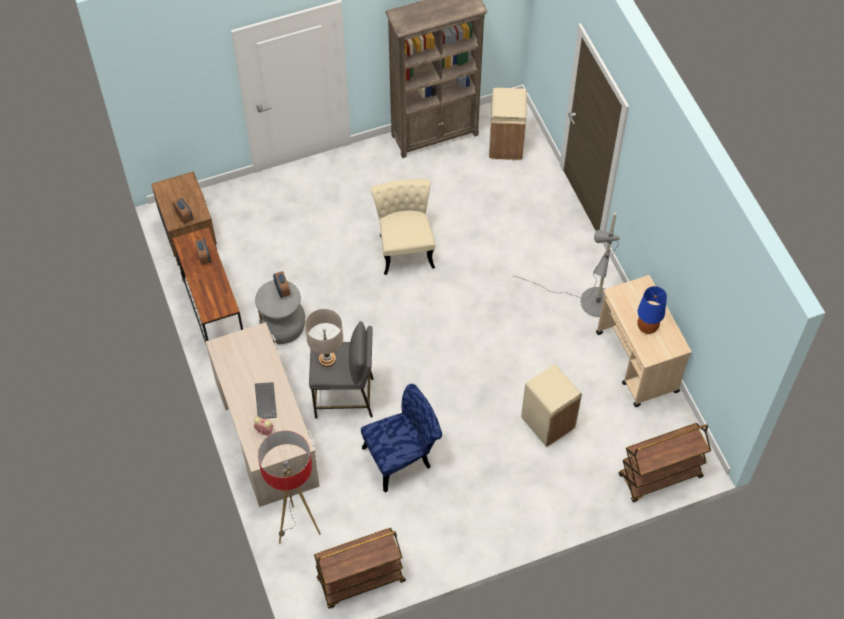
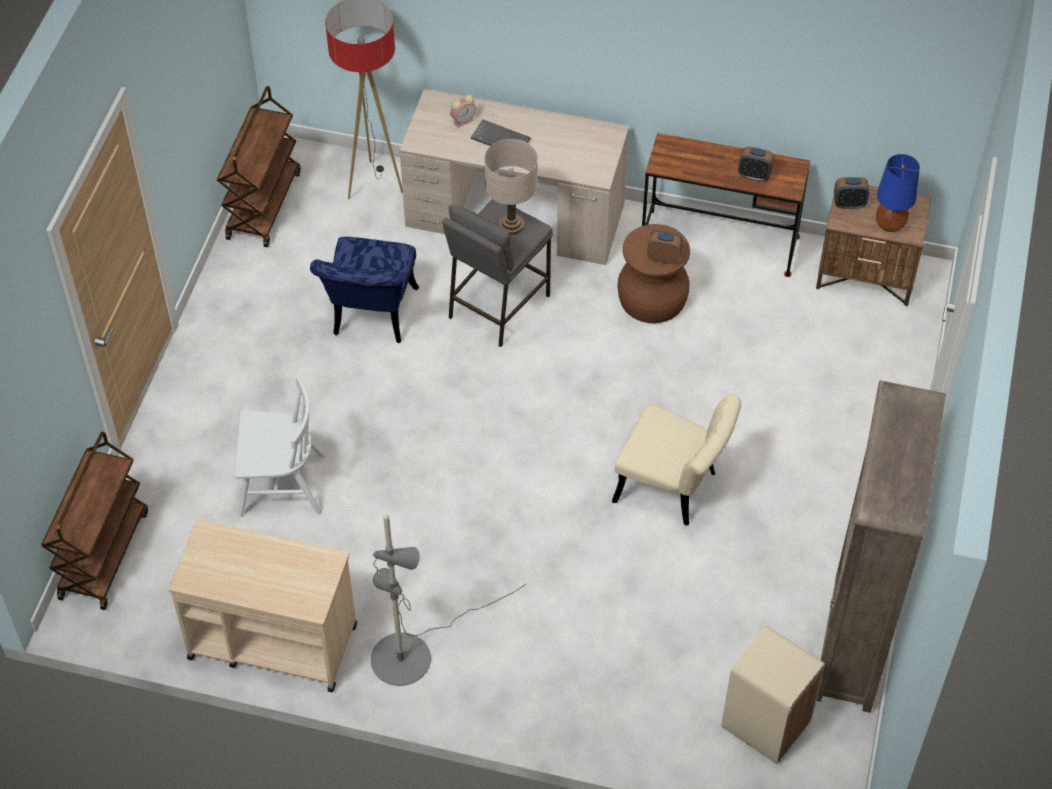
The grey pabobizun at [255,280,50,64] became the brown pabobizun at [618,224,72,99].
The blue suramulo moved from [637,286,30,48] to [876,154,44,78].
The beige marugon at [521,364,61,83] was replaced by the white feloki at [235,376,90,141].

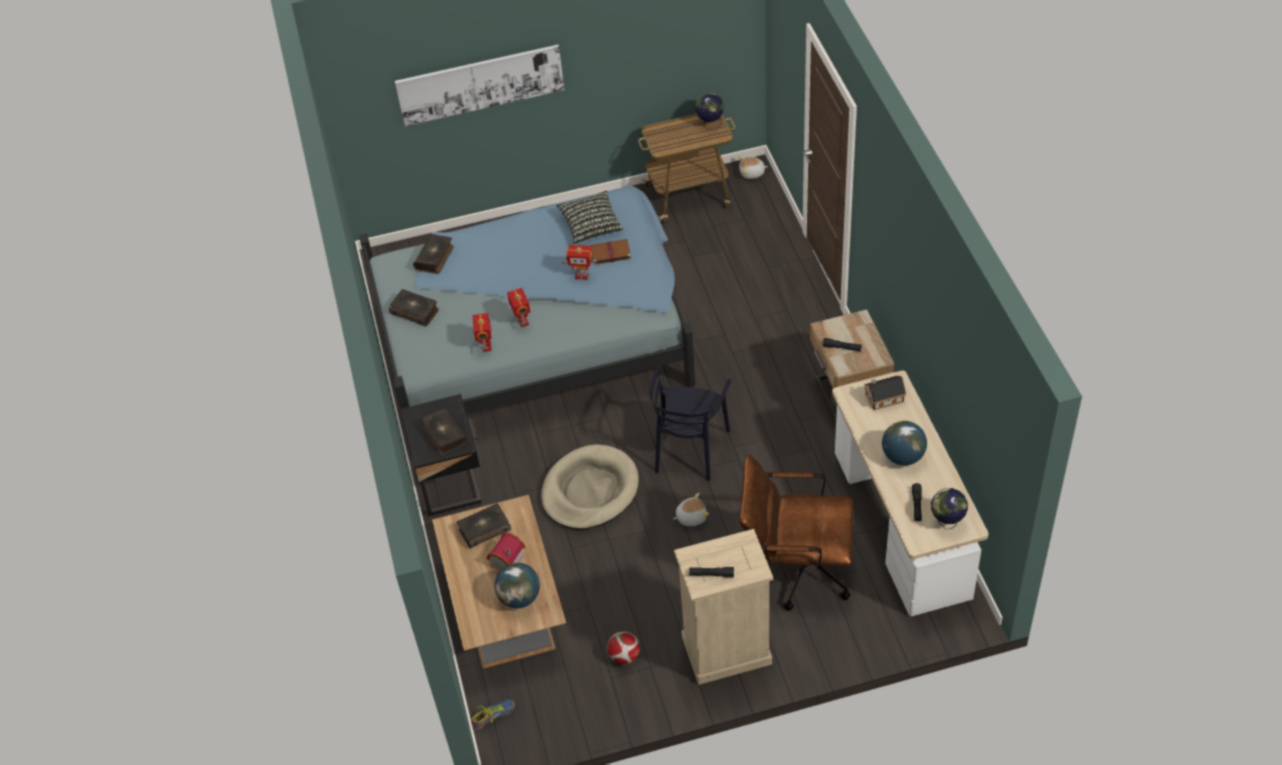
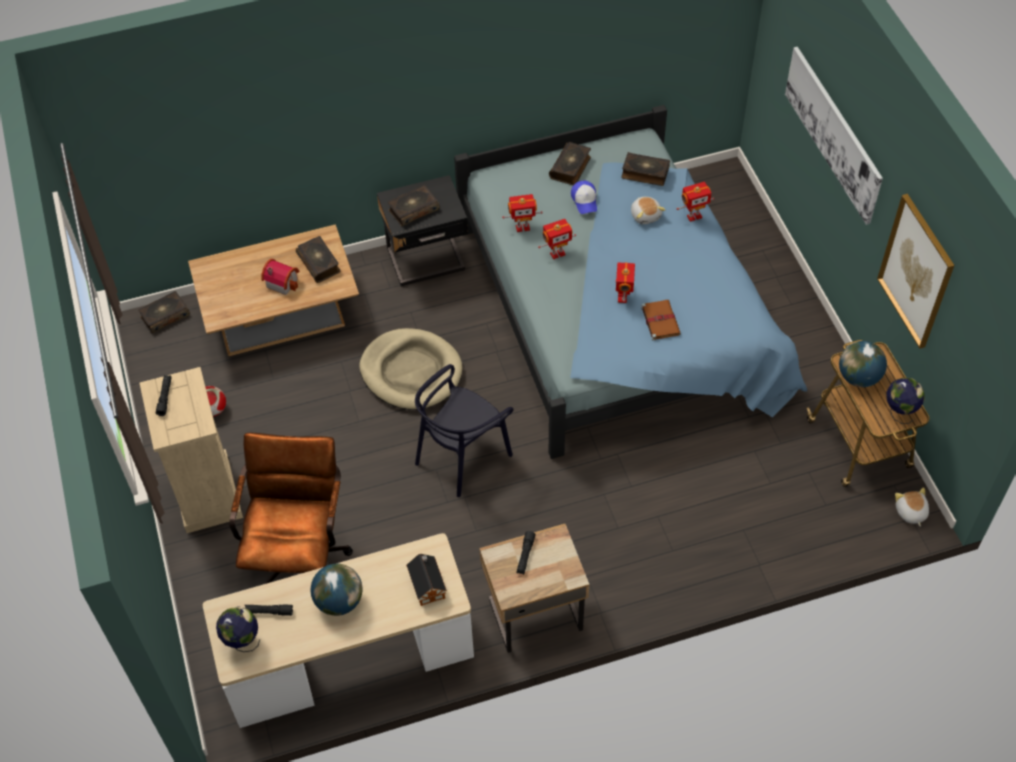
The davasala at [556,191,67,53] disappeared.
The black feloki at [649,369,82,112] turned 60 degrees counterclockwise.
The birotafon moved from [673,493,36,33] to [631,197,34,27].
The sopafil moved from [494,563,46,45] to [839,341,48,46].
The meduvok at [471,700,44,29] was replaced by the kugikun at [138,291,52,42].
The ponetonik at [571,181,26,33] appeared.
The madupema at [677,182,37,40] appeared.
The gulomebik at [877,194,77,155] appeared.

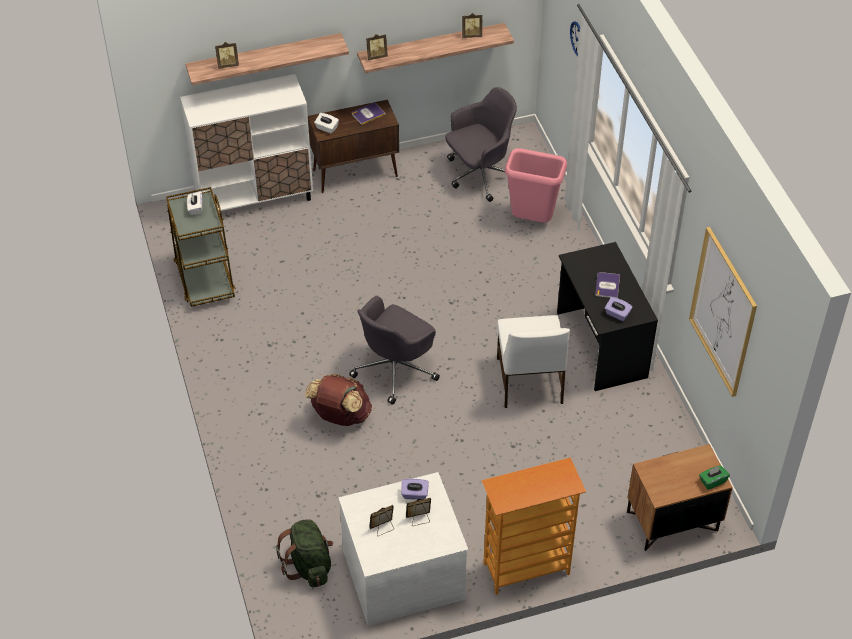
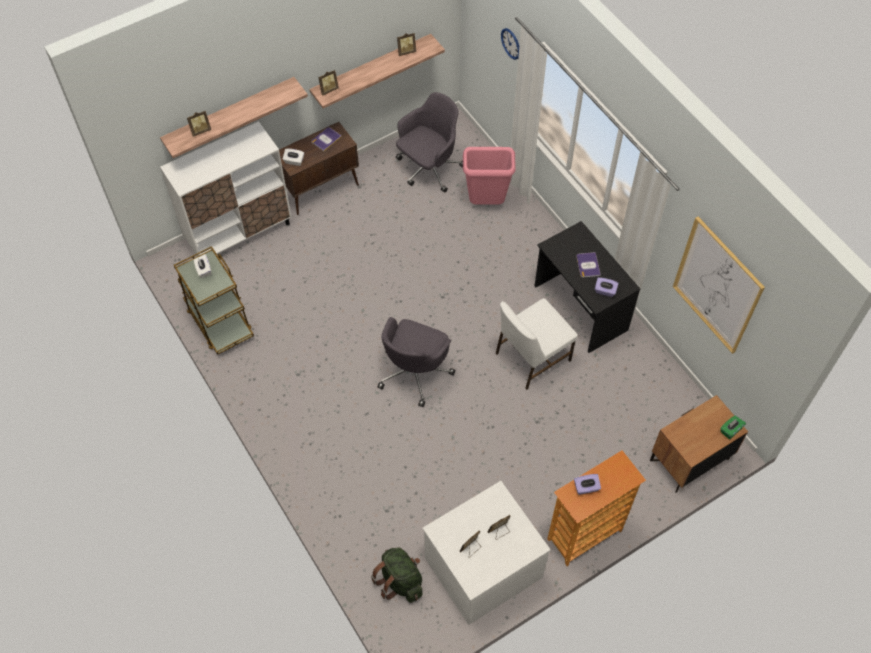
The white feloki at [497,315,73,93] turned 75 degrees clockwise.
The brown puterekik at [305,374,67,52] disappeared.
The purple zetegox moved from [401,479,28,21] to [574,474,27,21].

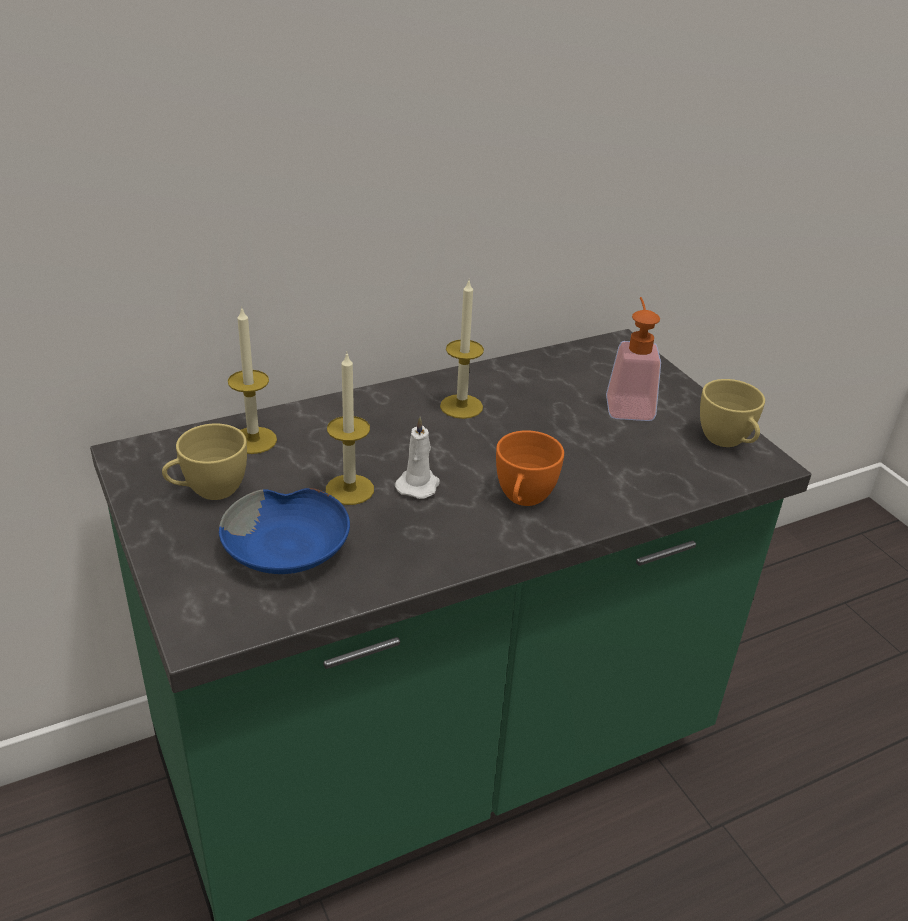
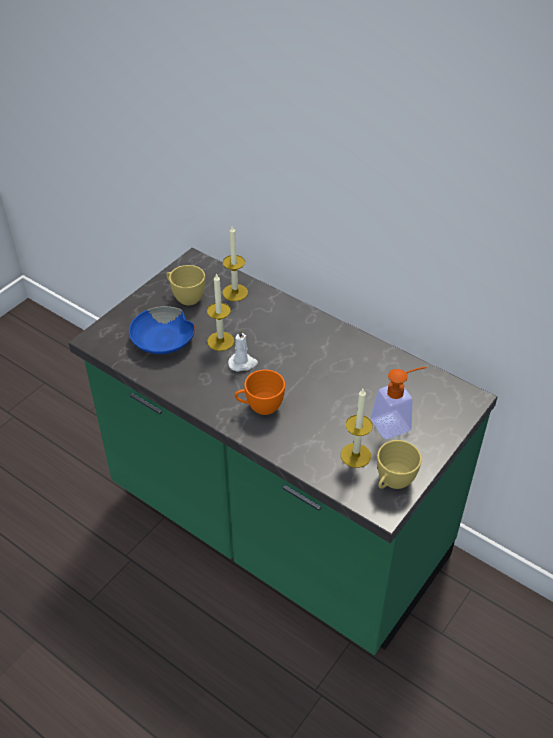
The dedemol moved from [440,281,44,138] to [341,389,32,79].

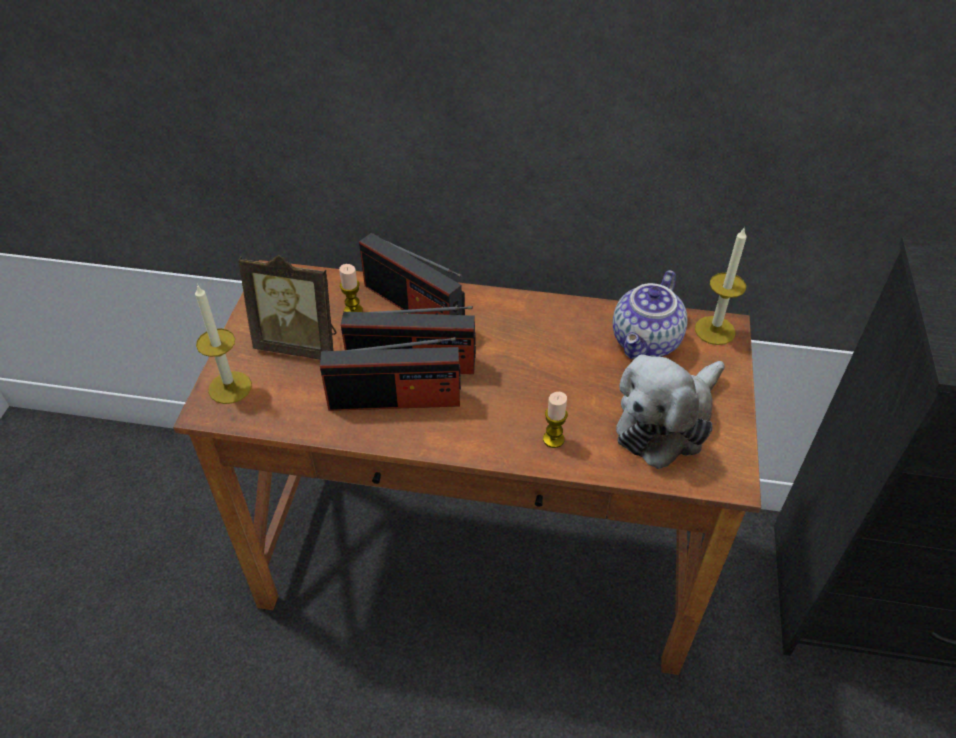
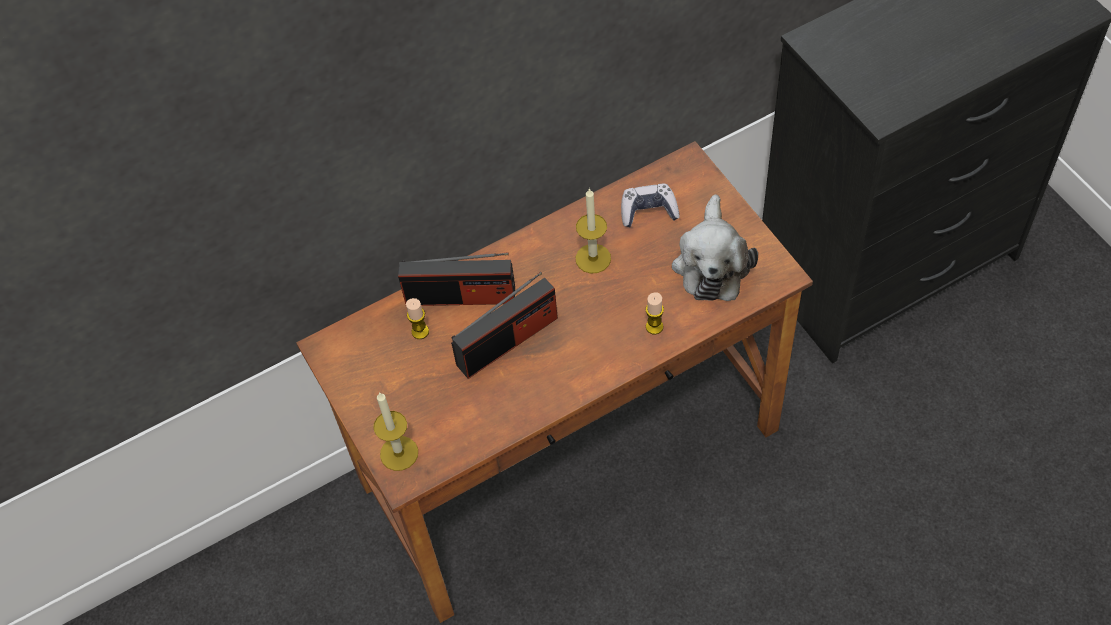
The dedemol moved from [695,227,52,118] to [576,188,35,86].
The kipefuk at [239,255,97,105] disappeared.
The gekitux at [613,270,74,89] was replaced by the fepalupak at [621,184,59,43].
The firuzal at [320,337,141,74] disappeared.

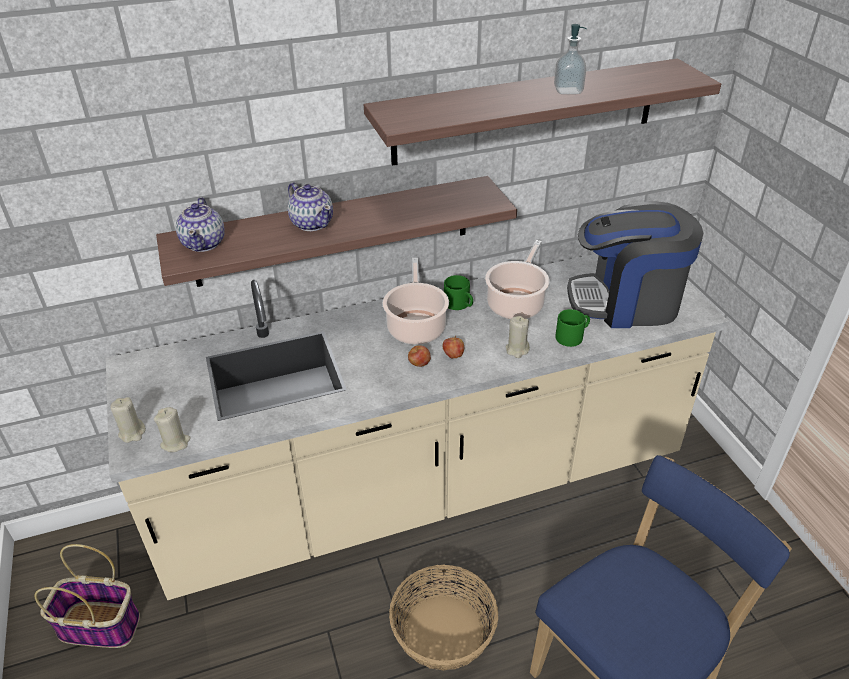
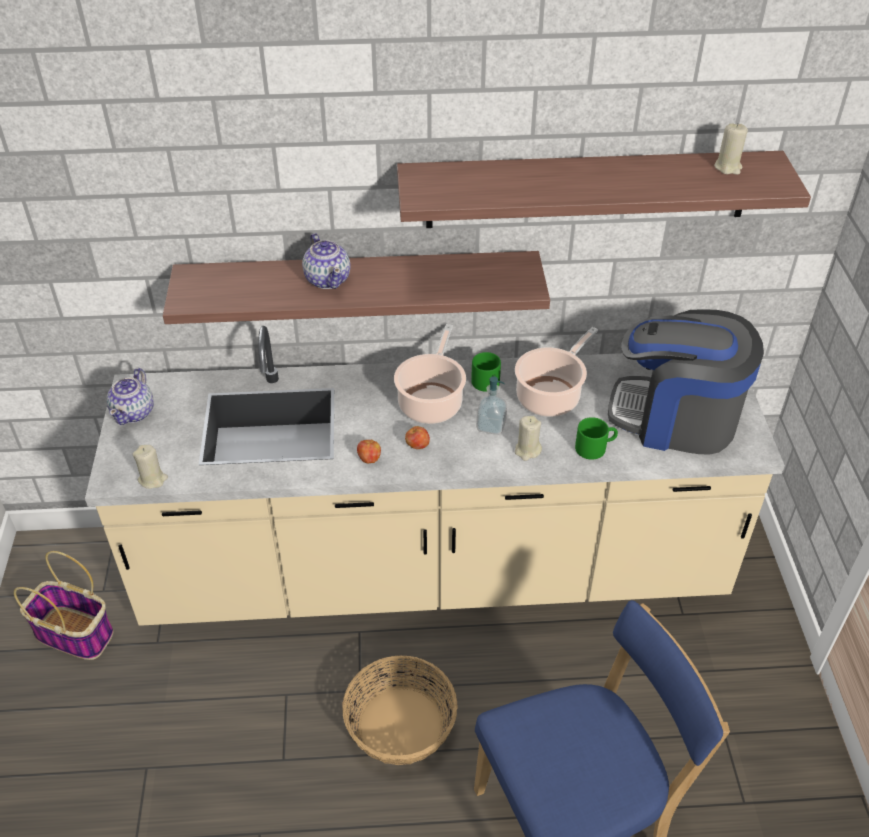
The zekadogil moved from [554,24,33,70] to [476,376,31,59].
The gekitux moved from [176,197,49,55] to [107,368,47,57].
The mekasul moved from [442,336,22,23] to [357,439,24,25].
The beige dedemol moved from [111,397,35,46] to [714,123,34,52].

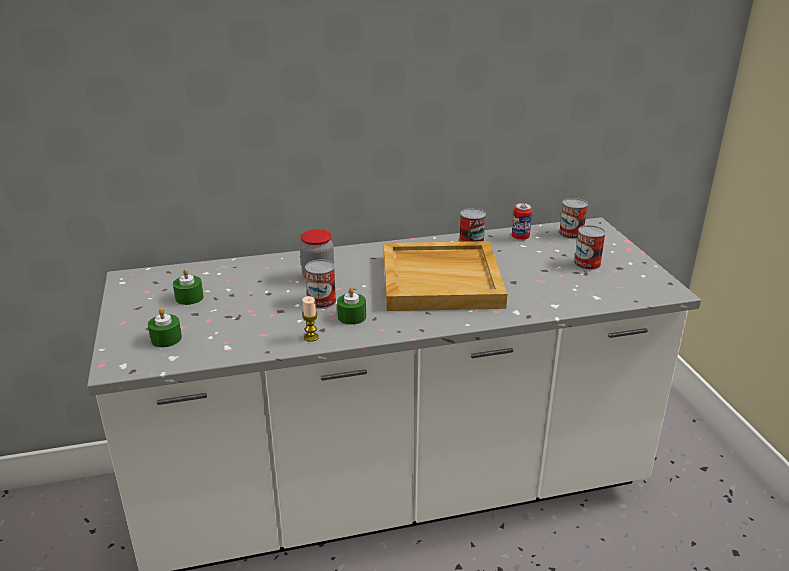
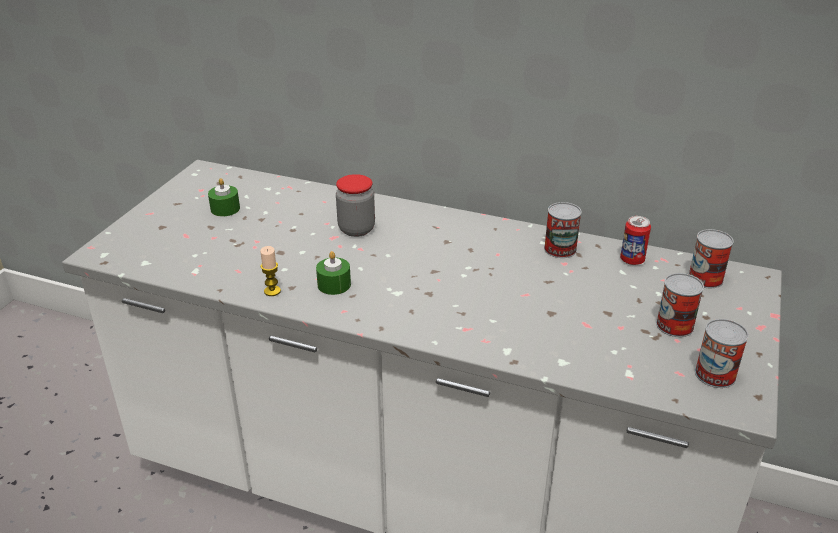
The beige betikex at [384,241,123,70] disappeared.
The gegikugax moved from [305,260,31,49] to [695,319,54,69].
The green dedemol at [148,308,34,39] disappeared.

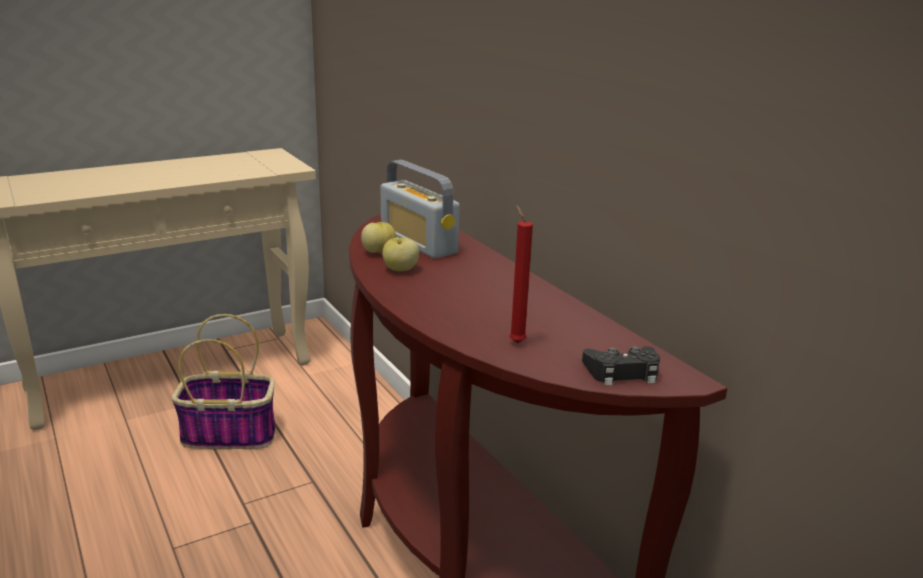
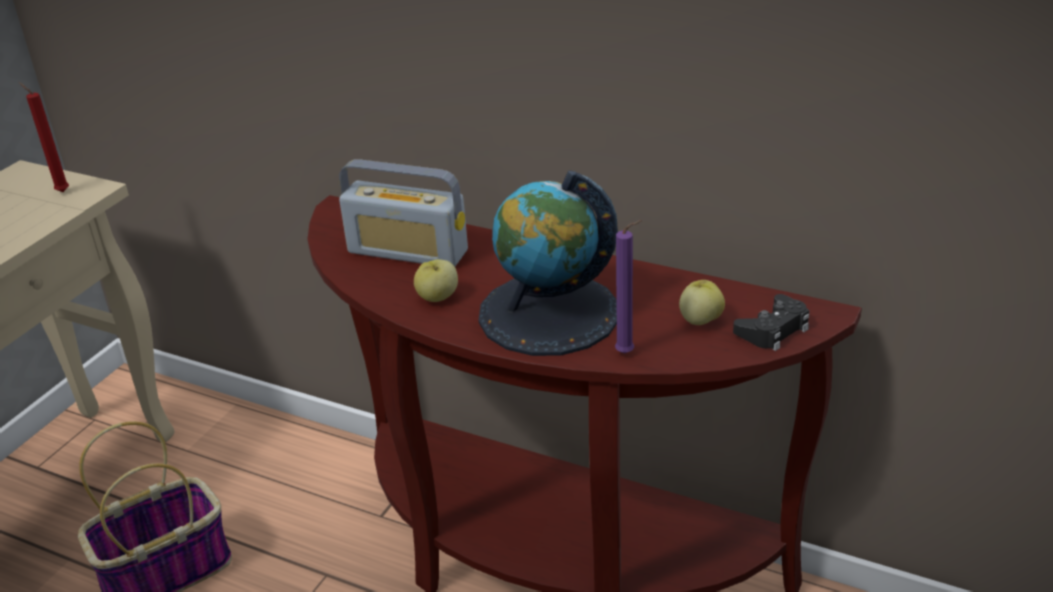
The red dedemol moved from [509,205,24,138] to [19,82,50,110].
The mekasul moved from [361,222,35,32] to [679,280,46,45].
The sopafil at [479,171,139,185] appeared.
The purple dedemol at [615,220,27,133] appeared.

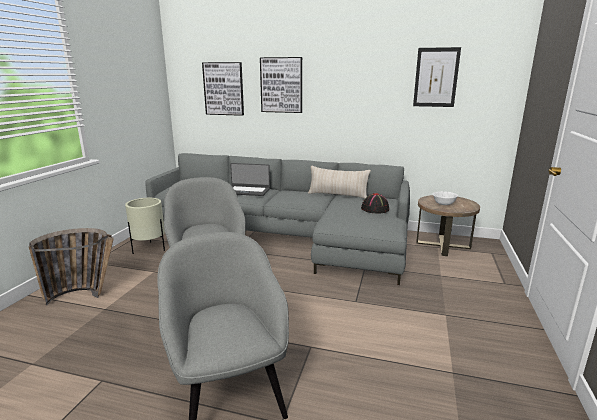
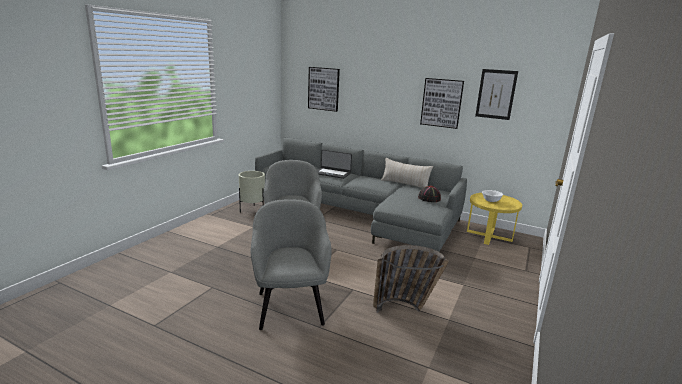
The gulomebik moved from [260,57,42,56] to [420,78,44,51].
The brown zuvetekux at [416,195,64,61] became the yellow zuvetekux at [467,193,55,52].
The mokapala moved from [29,228,84,77] to [373,245,76,68].

